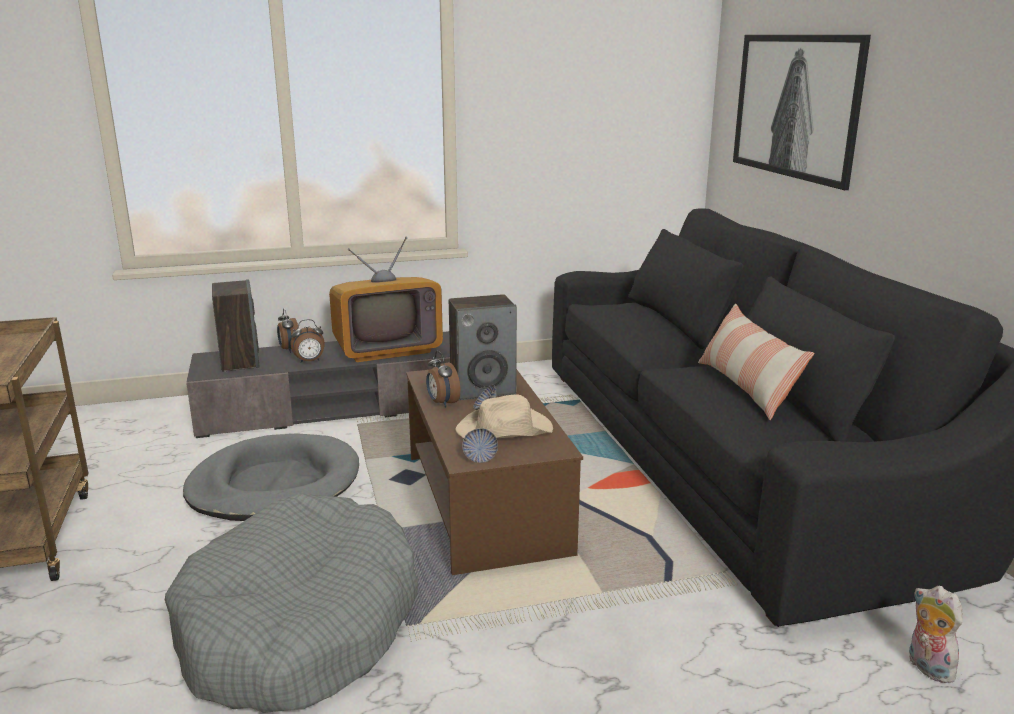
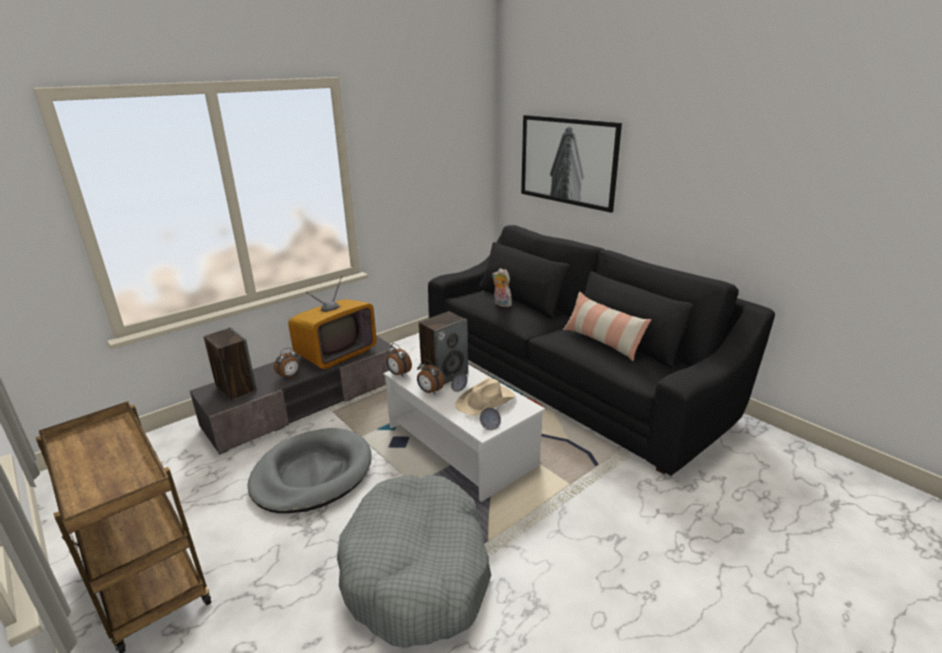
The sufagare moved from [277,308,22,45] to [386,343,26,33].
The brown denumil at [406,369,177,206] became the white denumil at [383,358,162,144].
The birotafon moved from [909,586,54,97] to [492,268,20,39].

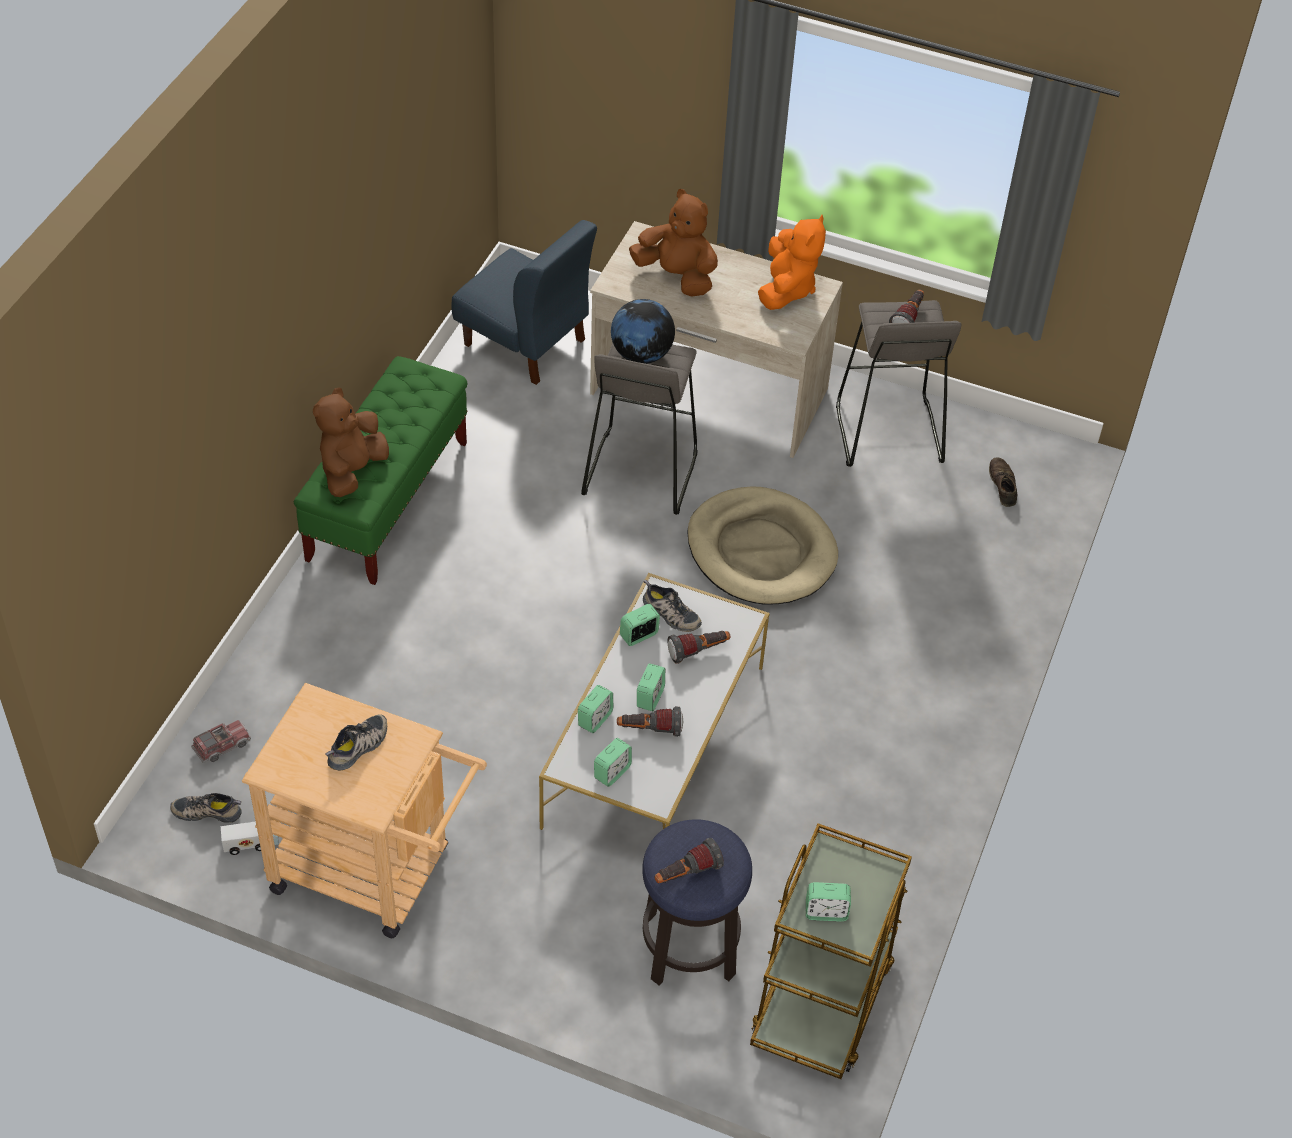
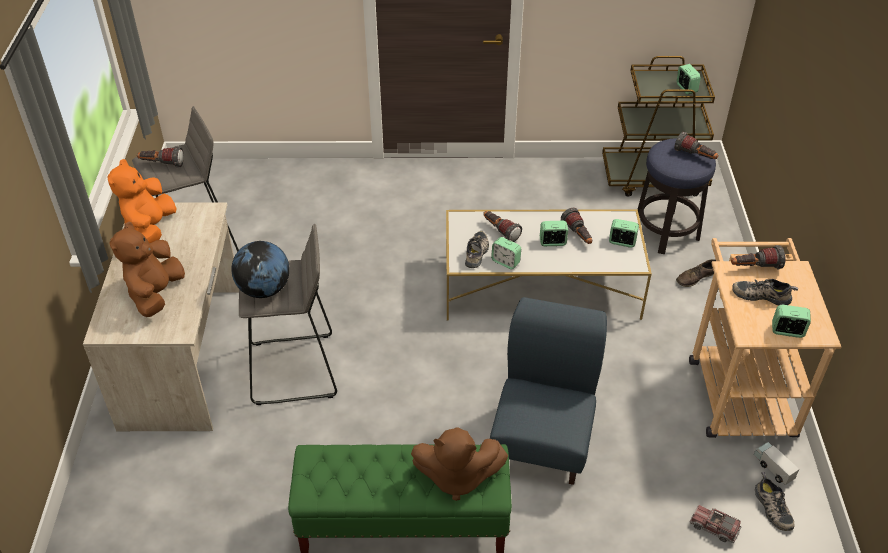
The orange birotafon at [758,215,68,95] turned 75 degrees counterclockwise.
The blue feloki moved from [452,220,145,165] to [490,297,117,188].
The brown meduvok moved from [989,457,28,50] to [676,259,40,28].
The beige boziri at [687,487,151,118] disappeared.
The sufagare moved from [578,685,35,48] to [772,305,39,33].
The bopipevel at [731,245,55,24] appeared.

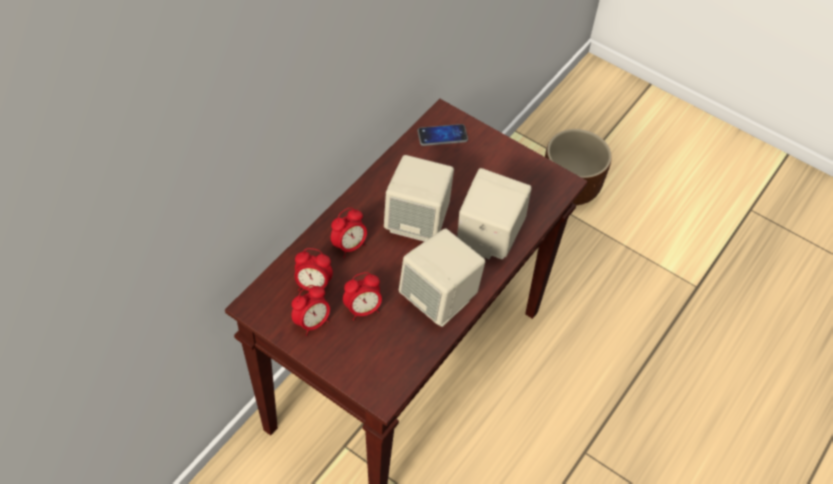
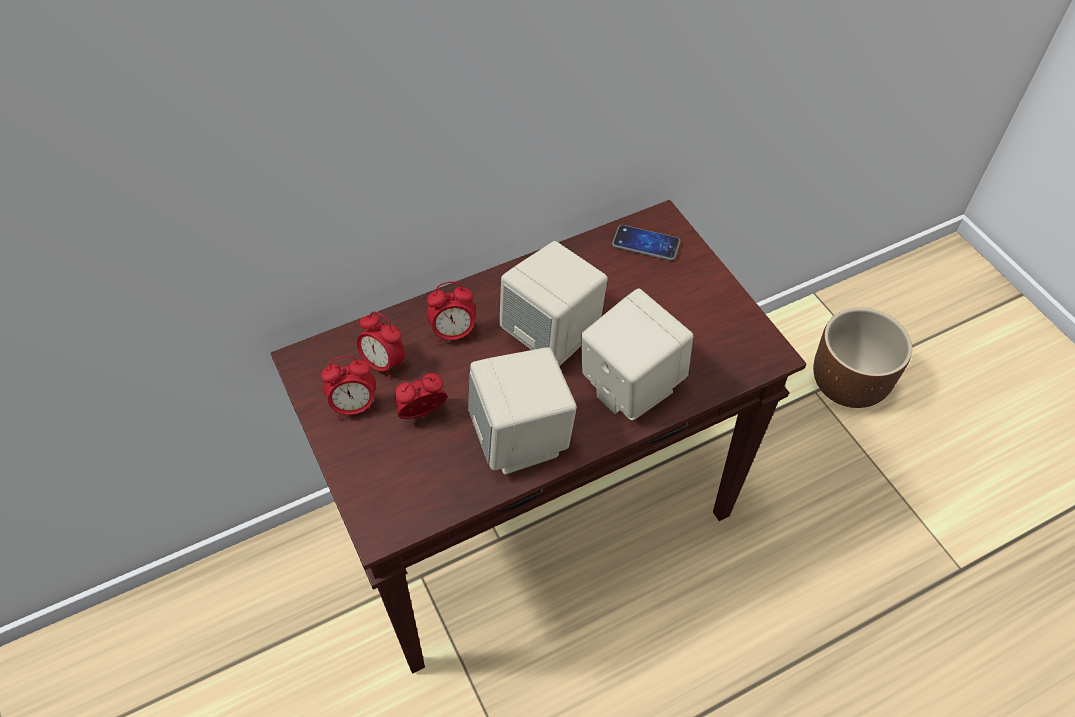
The sufagare at [343,272,39,49] turned 150 degrees clockwise.

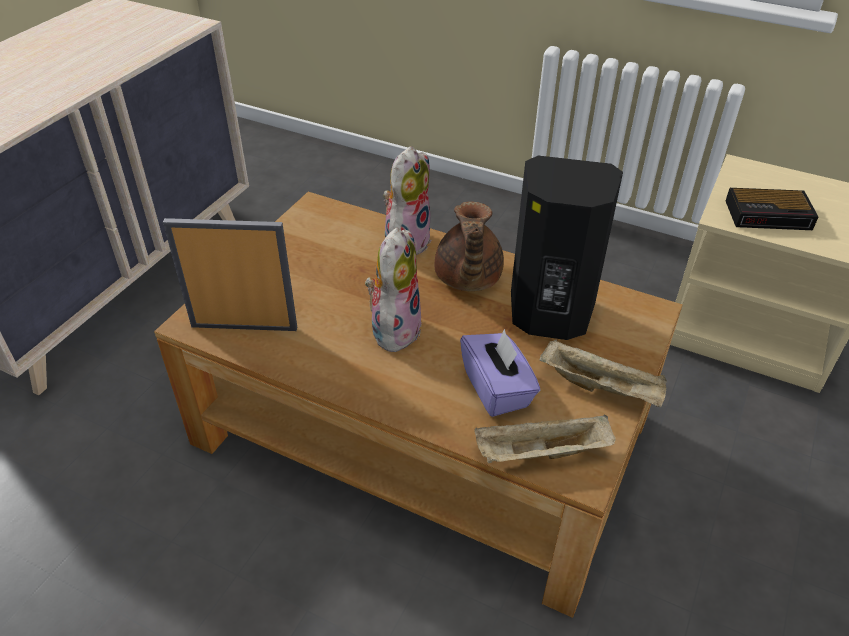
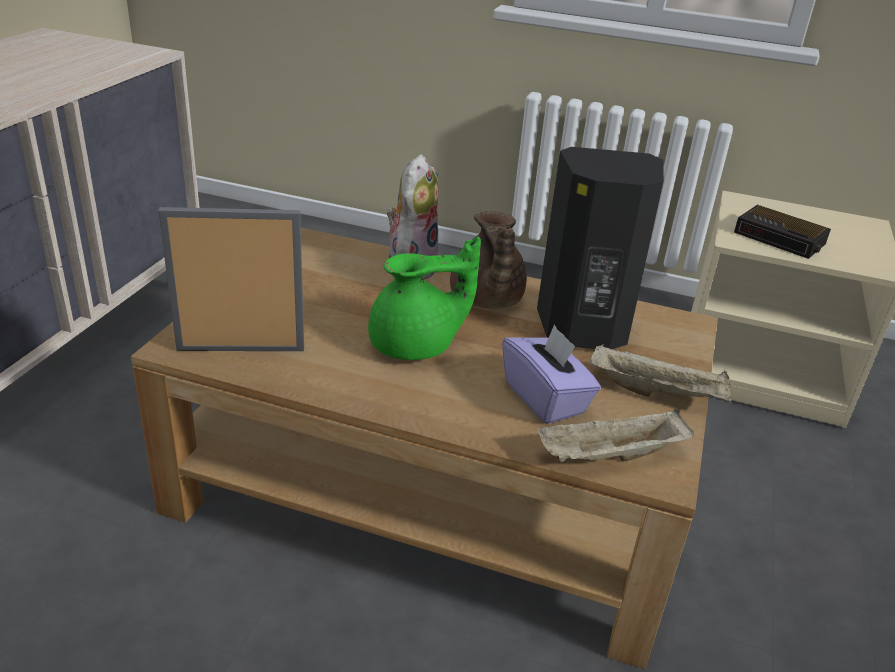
The sufagare at [726,188,92,42] turned 45 degrees clockwise.
The birotafon at [365,228,57,125] was replaced by the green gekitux at [368,237,113,123].

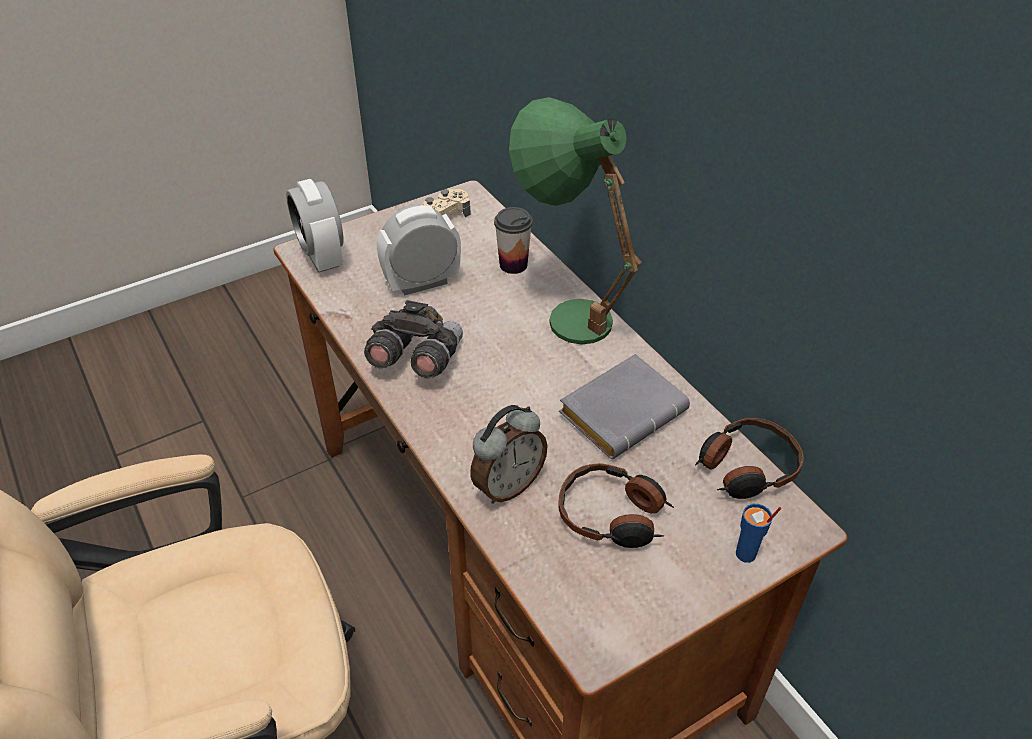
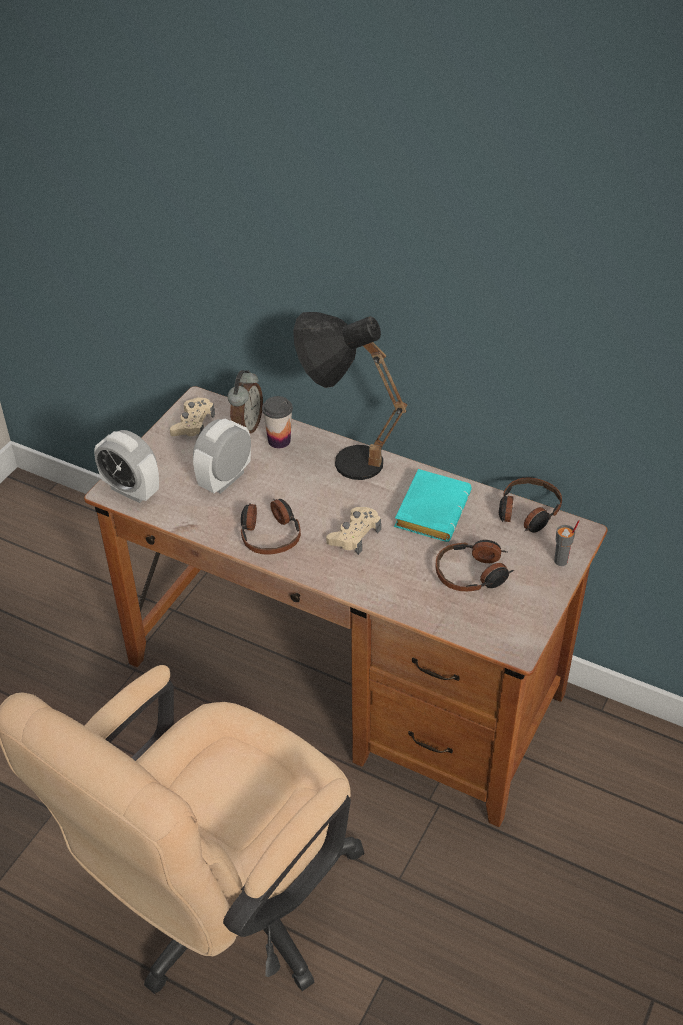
The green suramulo at [509,97,133,247] became the black suramulo at [293,312,114,168].
The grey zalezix at [364,300,99,78] was replaced by the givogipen at [241,499,60,55].
The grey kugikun at [559,354,131,105] became the turquoise kugikun at [394,469,78,73].
The sufagare moved from [470,405,78,99] to [228,370,35,64].
The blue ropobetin at [736,504,45,59] became the grey ropobetin at [554,520,26,46].
The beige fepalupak at [326,507,55,48] appeared.

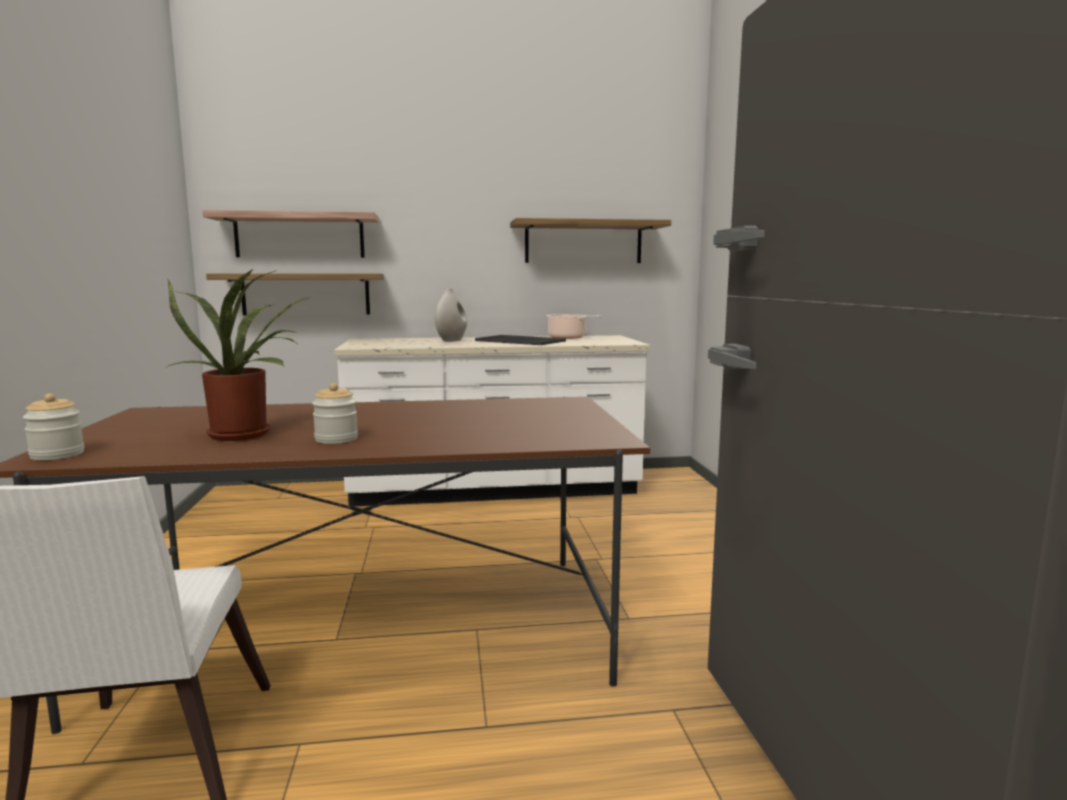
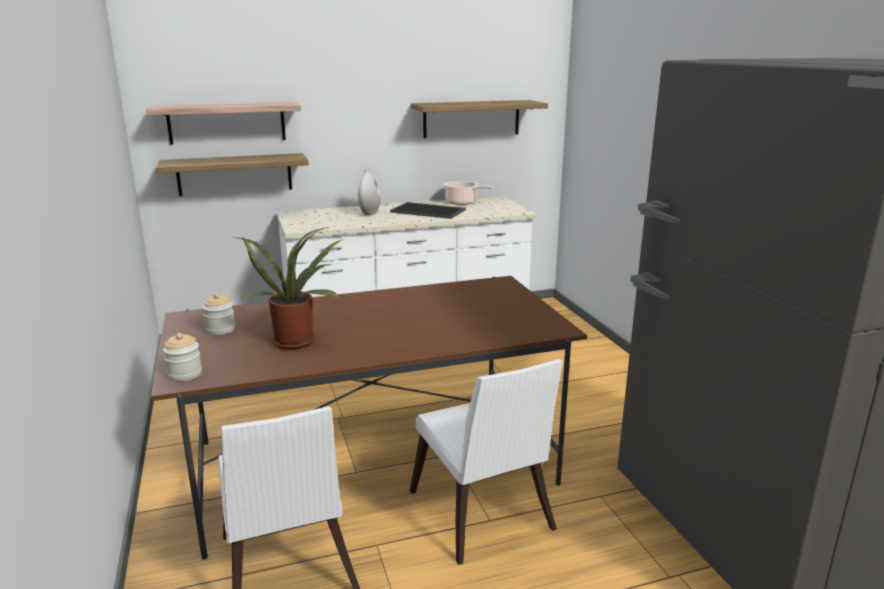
The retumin moved from [312,383,46,61] to [202,293,33,42].
The white feloki at [409,359,154,206] appeared.

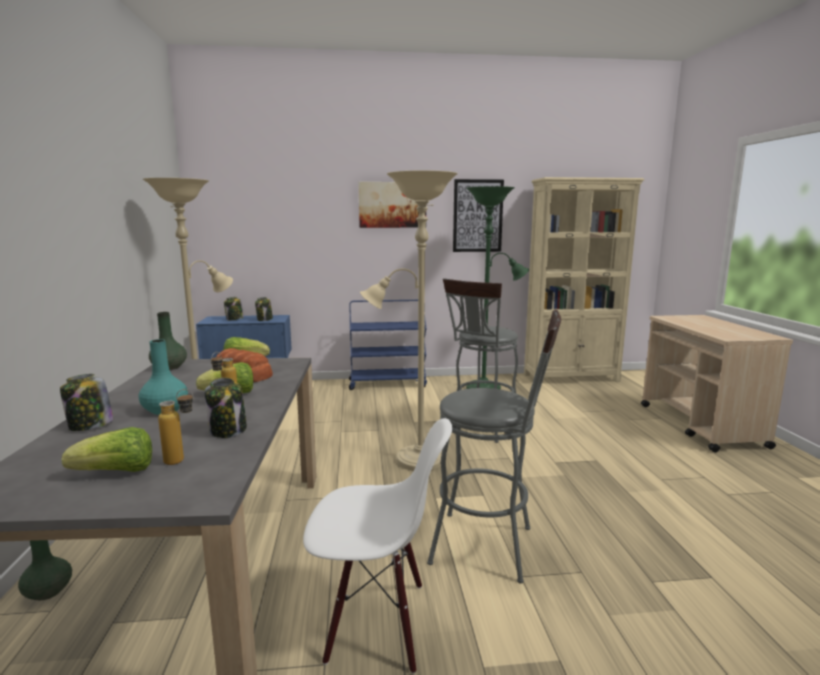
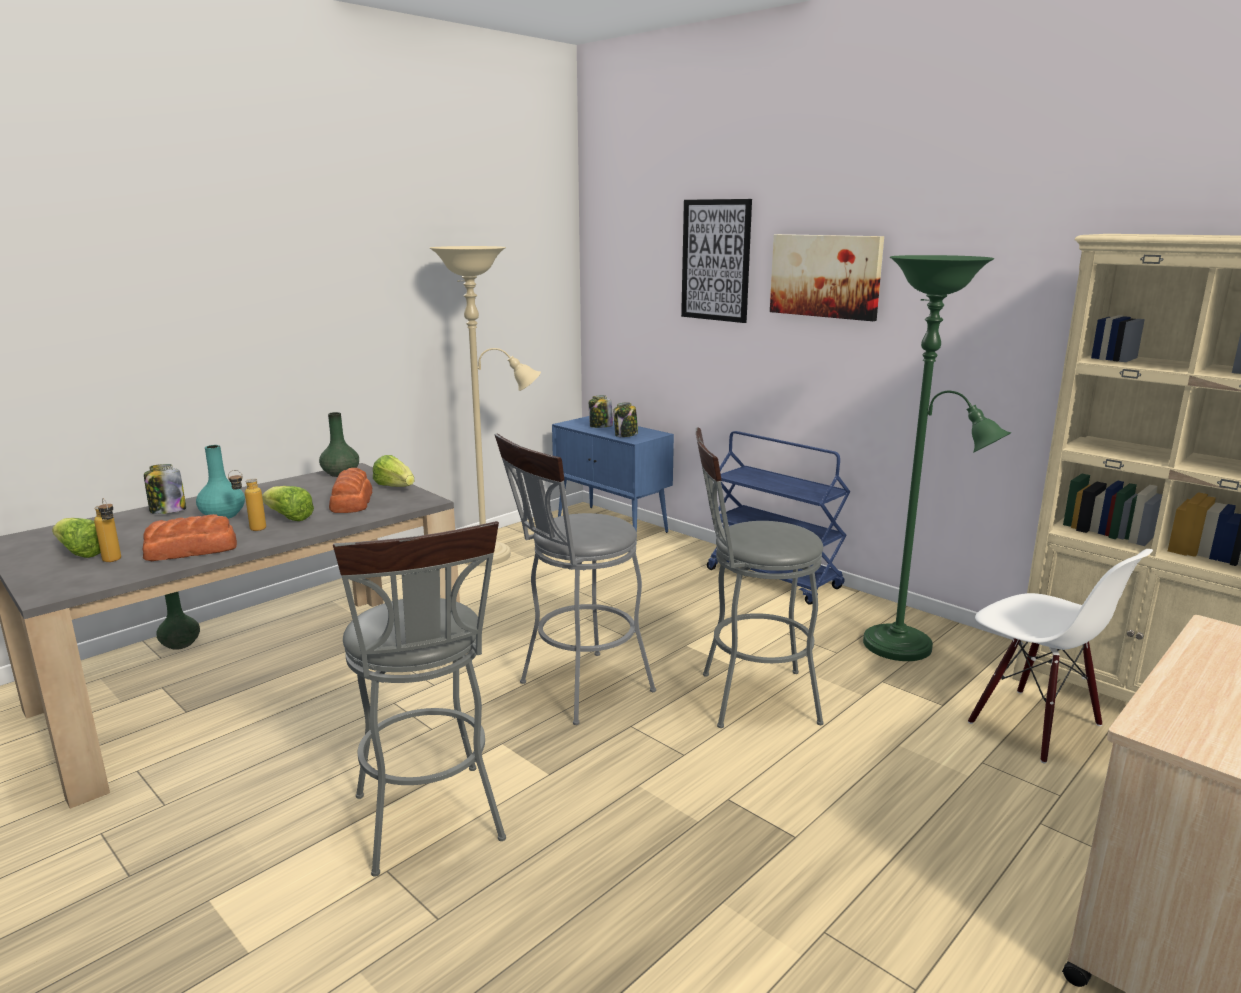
The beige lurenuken at [360,170,98,301] was replaced by the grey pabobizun at [495,434,161,291].
The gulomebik moved from [453,179,51,73] to [681,199,71,124].
The retumin at [204,378,43,60] was replaced by the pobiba at [143,514,94,47].
The white feloki moved from [303,418,149,256] to [968,549,185,215].

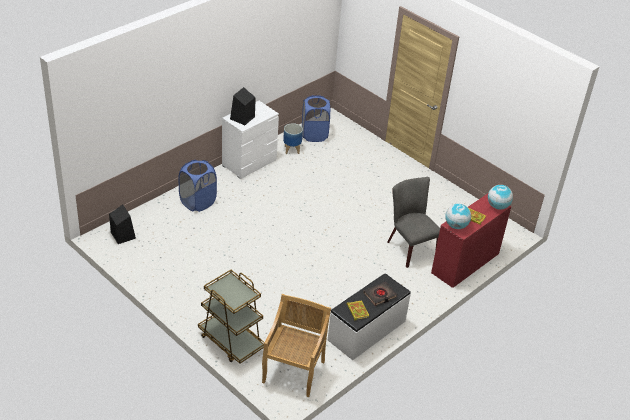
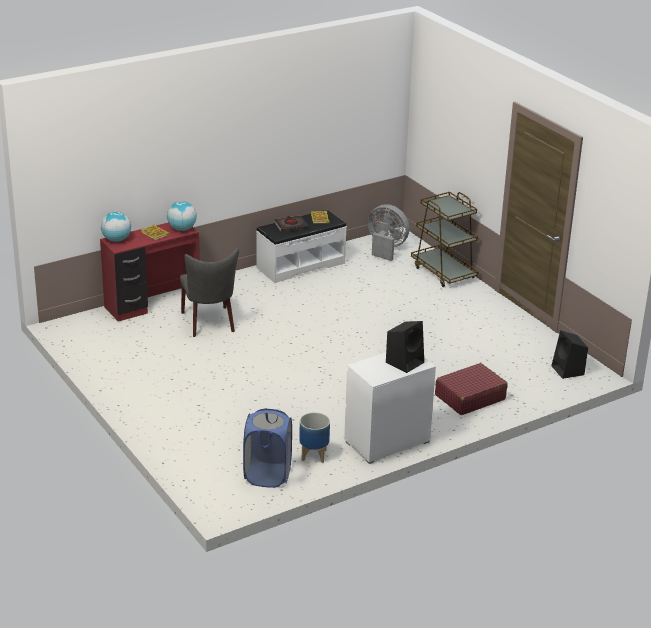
The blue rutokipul at [178,160,39,52] was replaced by the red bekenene at [435,363,73,52].
The beige feloki at [262,294,69,103] was replaced by the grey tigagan at [368,204,42,57].

